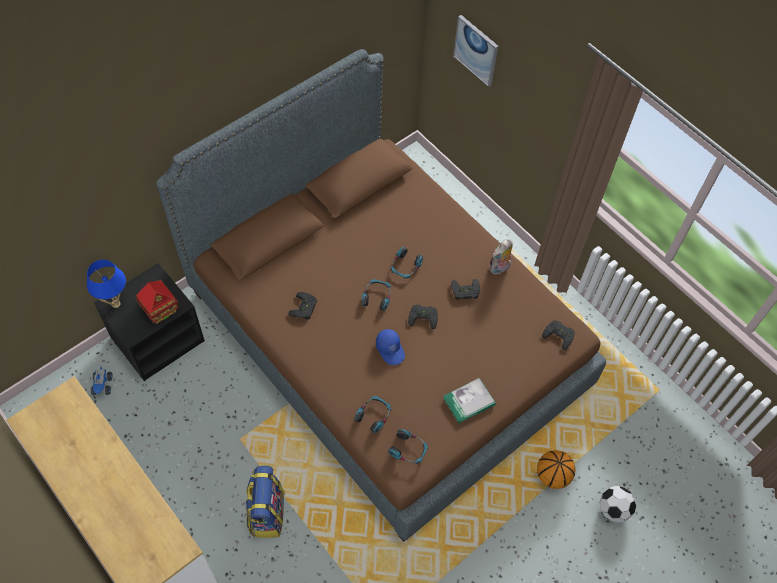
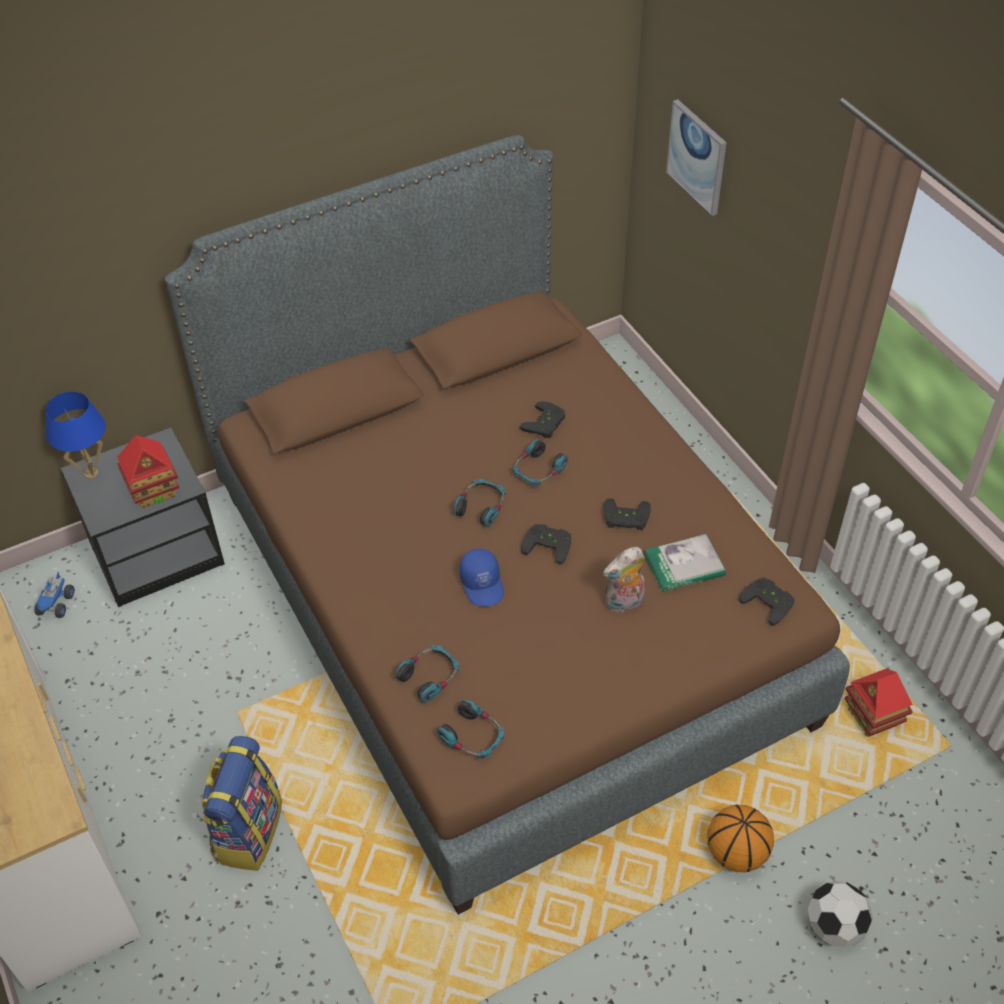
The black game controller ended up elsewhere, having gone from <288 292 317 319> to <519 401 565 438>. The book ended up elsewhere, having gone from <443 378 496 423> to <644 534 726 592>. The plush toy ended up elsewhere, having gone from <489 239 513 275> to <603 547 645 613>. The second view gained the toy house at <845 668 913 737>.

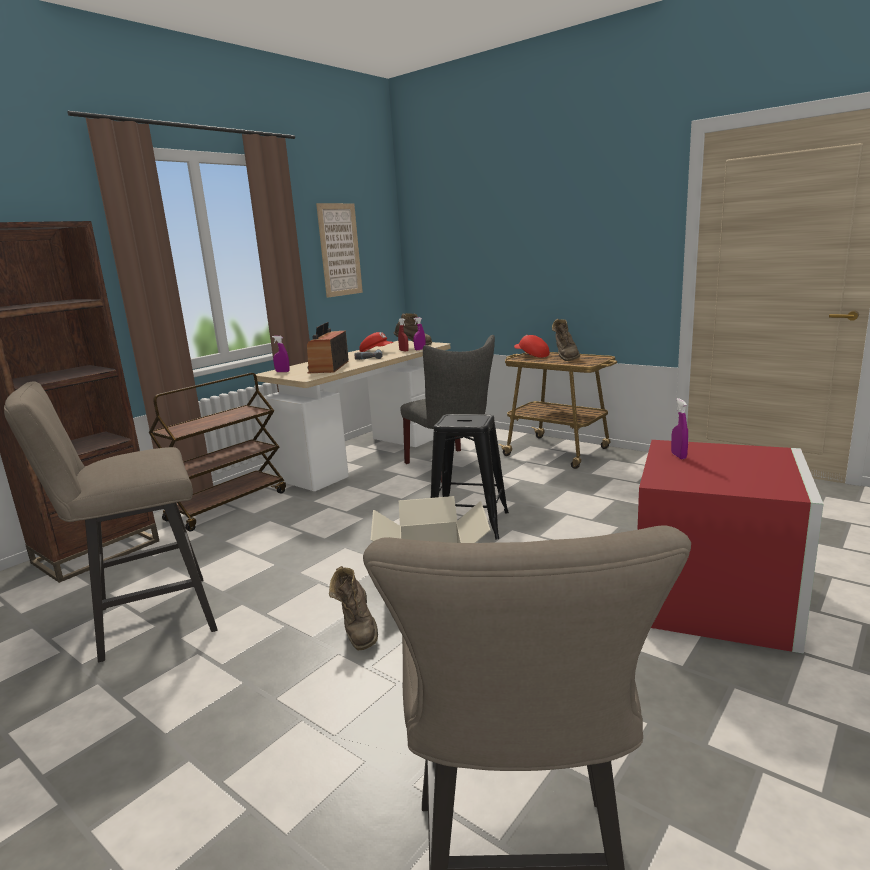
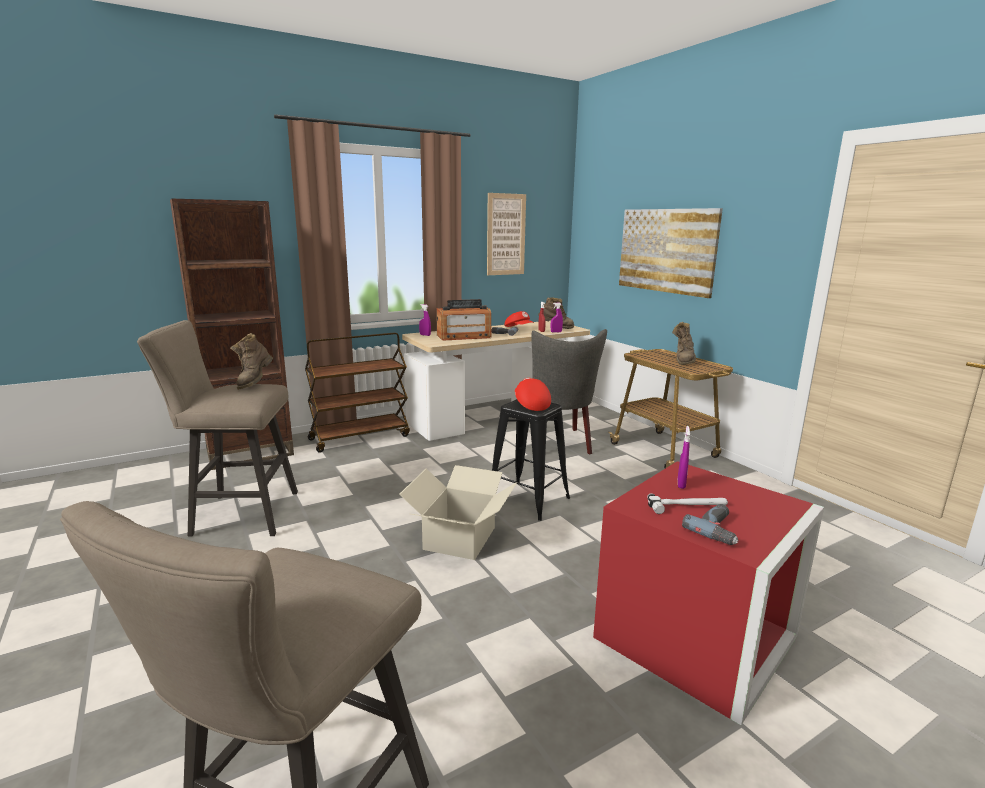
The radio at <307 322 349 373> ended up facing another way, 135 degrees counterclockwise from before. The brown boot ended up elsewhere, having gone from <329 566 378 651> to <230 333 273 390>. The red cap ended up elsewhere, having gone from <514 335 549 358> to <515 378 551 411>. The second view gained the picture at <619 208 723 298>. The second view gained the hammer at <647 493 728 514>. The second view gained the power drill at <682 504 739 545>.

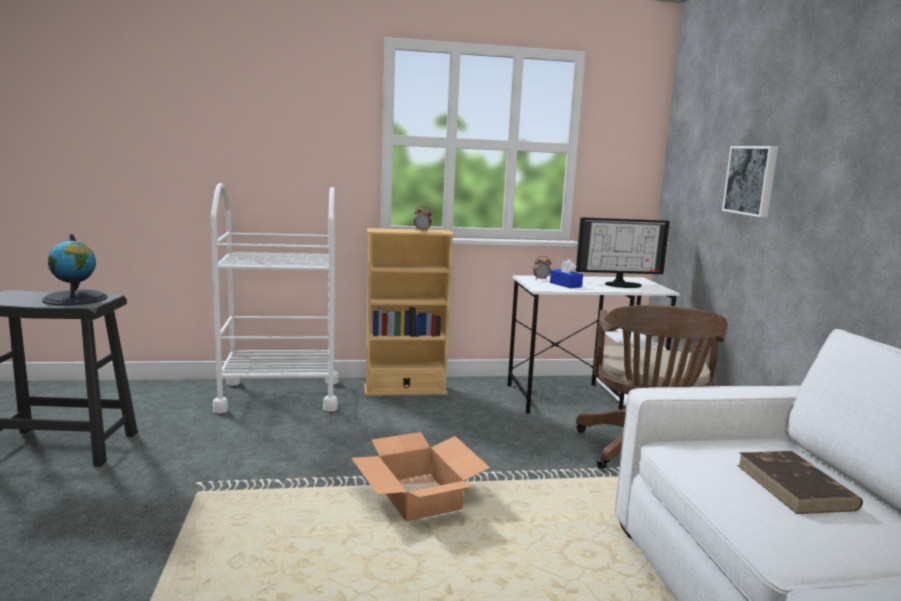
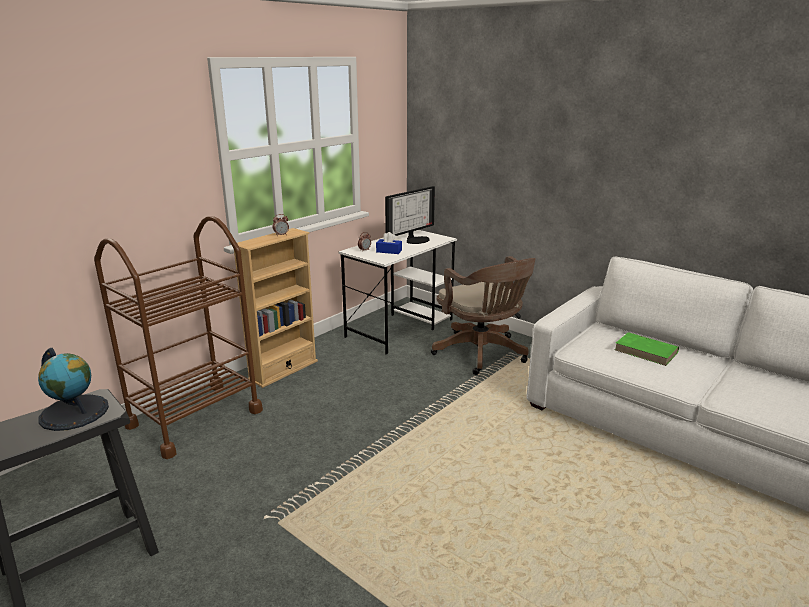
What was the white cart at <211 183 339 413> turned into the brown cart at <94 216 263 459>. The second view lost the cardboard box at <352 432 490 522>. The second view lost the picture at <722 146 778 217>. What was the brown book at <737 451 863 514> turned into the green book at <615 332 679 366>.

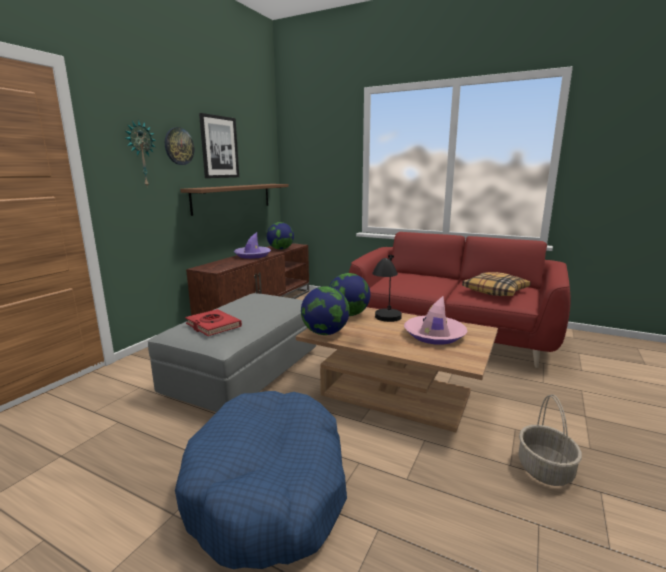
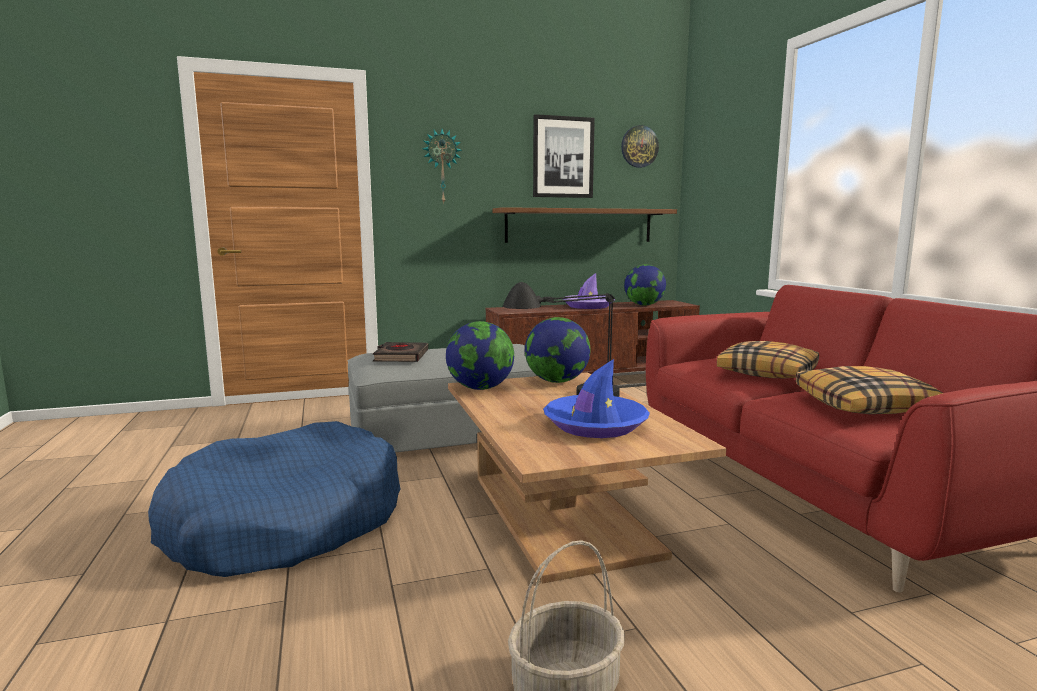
The wall clock ended up elsewhere, having gone from <165 127 194 165> to <621 125 659 168>. What was the red book at <185 309 242 336> turned into the black book at <373 342 428 362>. What was the pink hat at <404 296 468 345> turned into the blue hat at <543 359 650 438>. The second view gained the pillow at <717 341 819 378>.

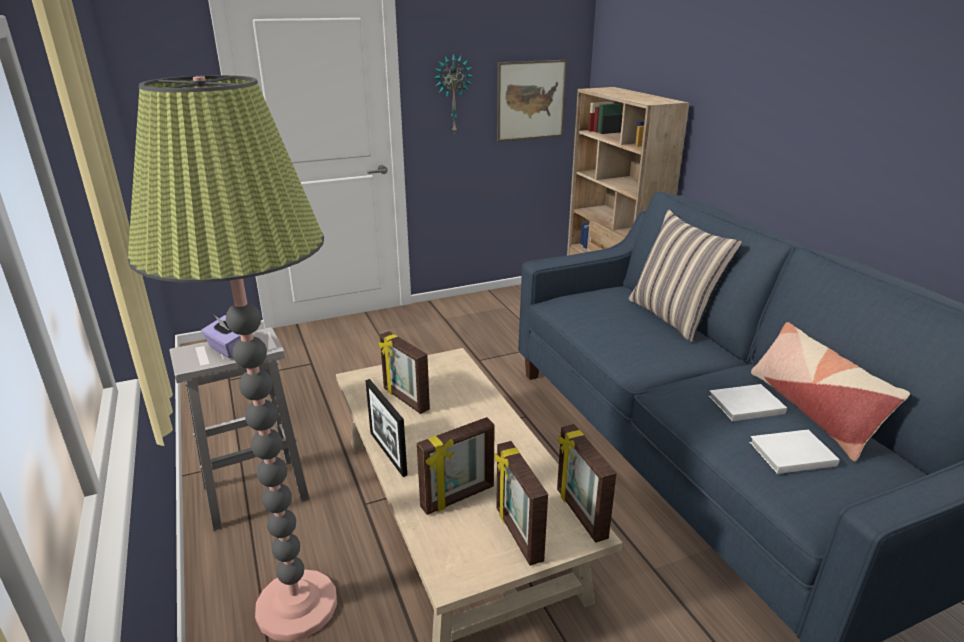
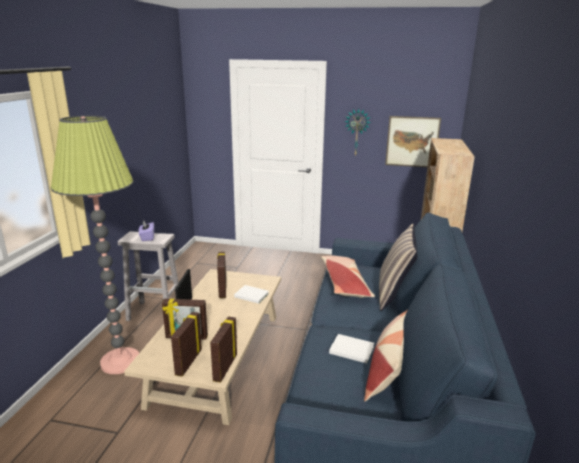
The white book ended up elsewhere, having gone from <749 430 840 474> to <234 285 269 304>. The second view gained the pillow at <321 256 375 298>.

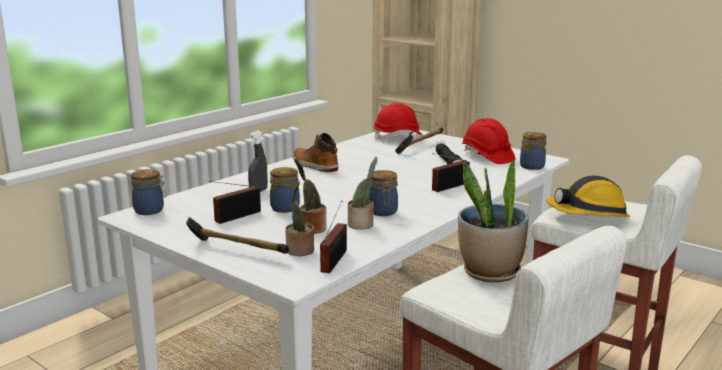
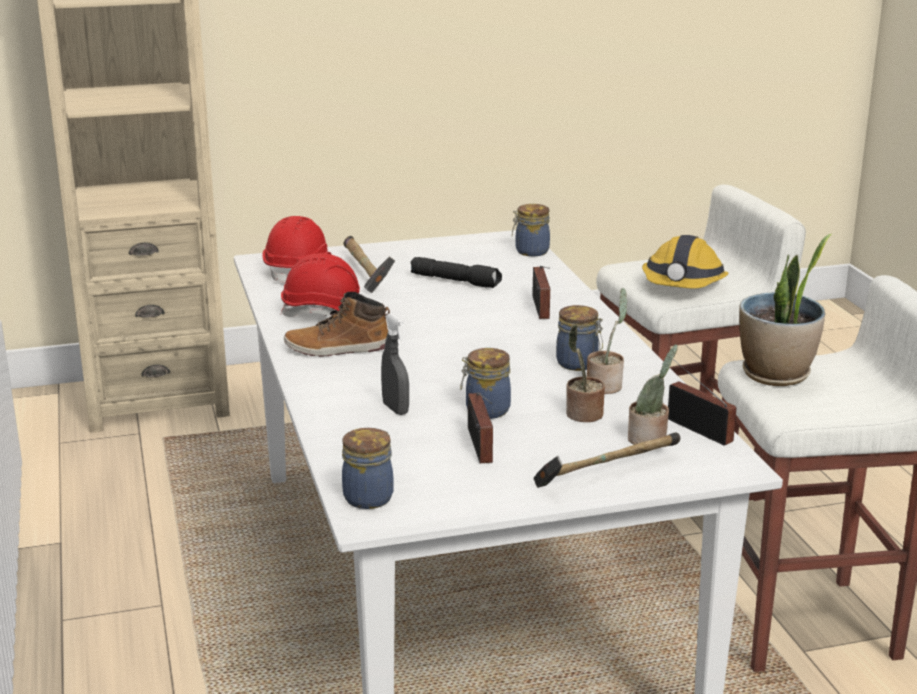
The red hard hat ended up elsewhere, having gone from <462 118 515 164> to <281 253 360 317>.

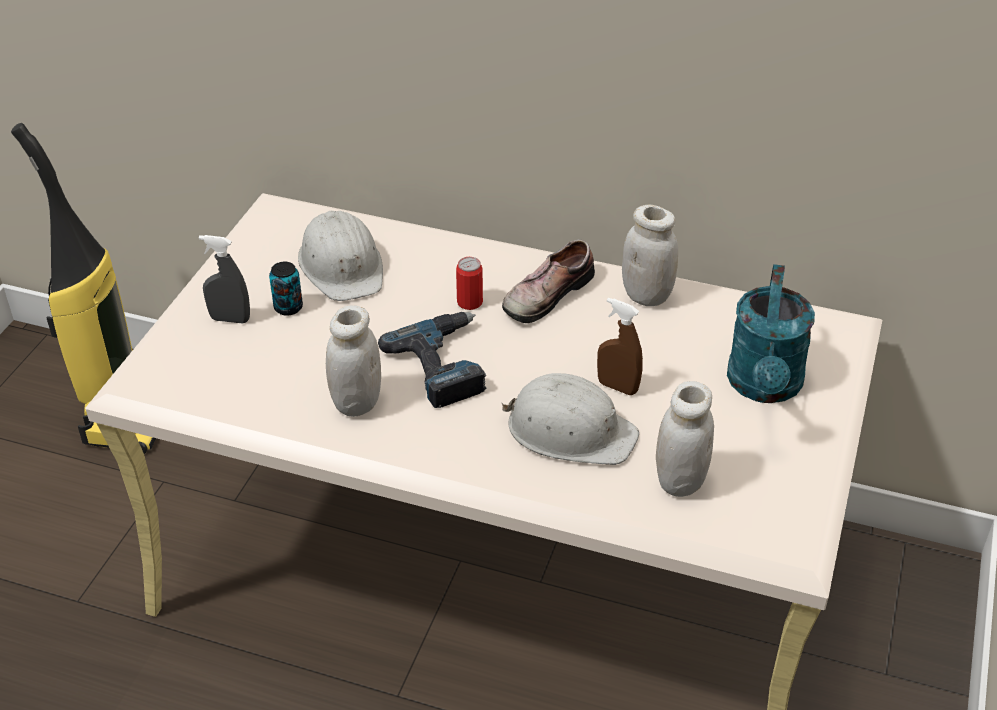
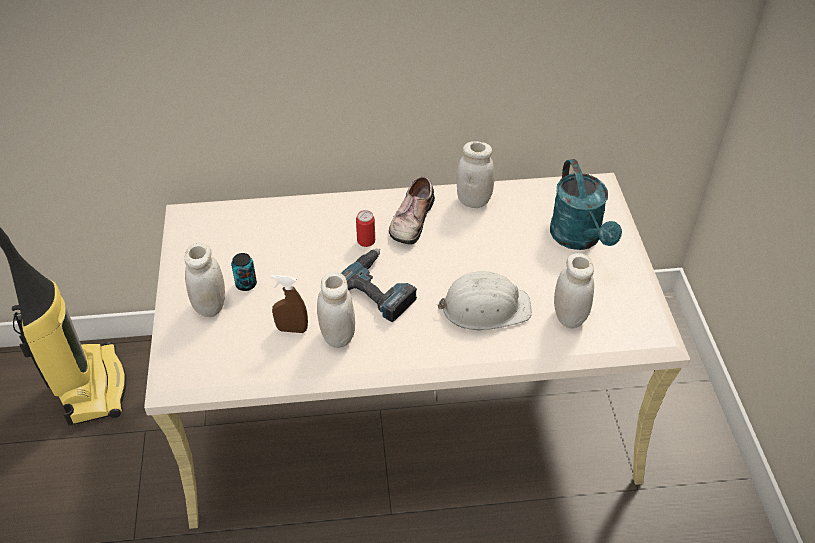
Where the grey spray bottle stood at <199 235 250 324>, the white jar came to stand at <184 243 225 317>. The second view lost the white hard hat at <298 211 383 301>. The brown spray bottle ended up elsewhere, having gone from <597 298 643 395> to <271 275 308 333>.

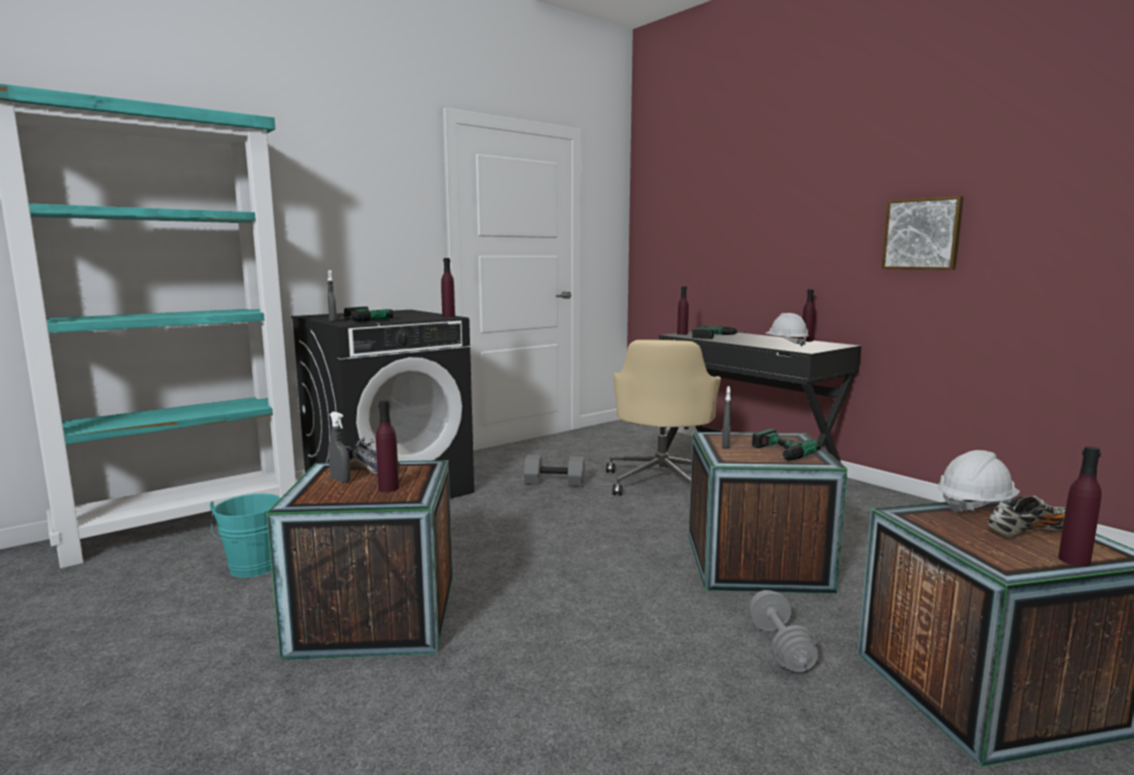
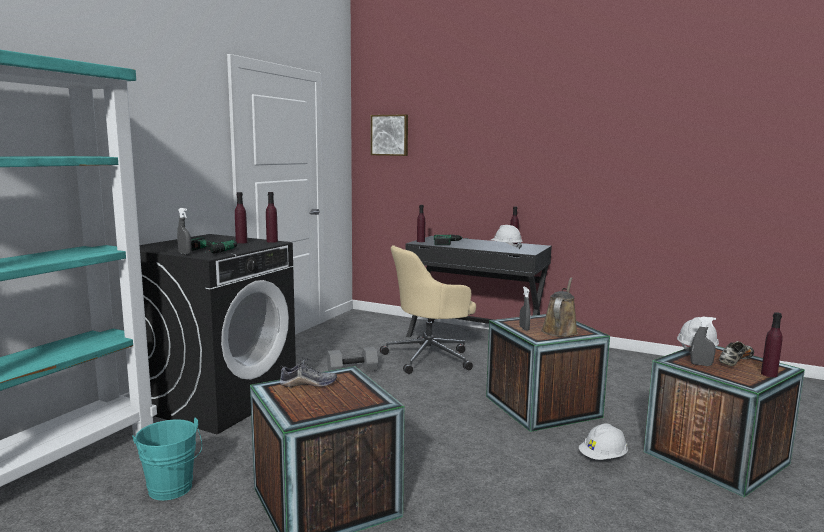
The grey spray bottle ended up elsewhere, having gone from <329 412 350 483> to <690 317 716 366>. The purple bottle ended up elsewhere, having gone from <376 401 399 492> to <235 192 247 244>. The beige office chair at <606 340 721 496> ended up facing another way, 75 degrees clockwise from before. Where the grey dumbbell stood at <749 590 818 672>, the white hard hat came to stand at <579 423 628 460>. Where the power drill stood at <752 429 821 461>, the brown watering can came to stand at <541 277 578 337>. The picture ended up elsewhere, having gone from <882 196 964 270> to <371 114 408 156>.

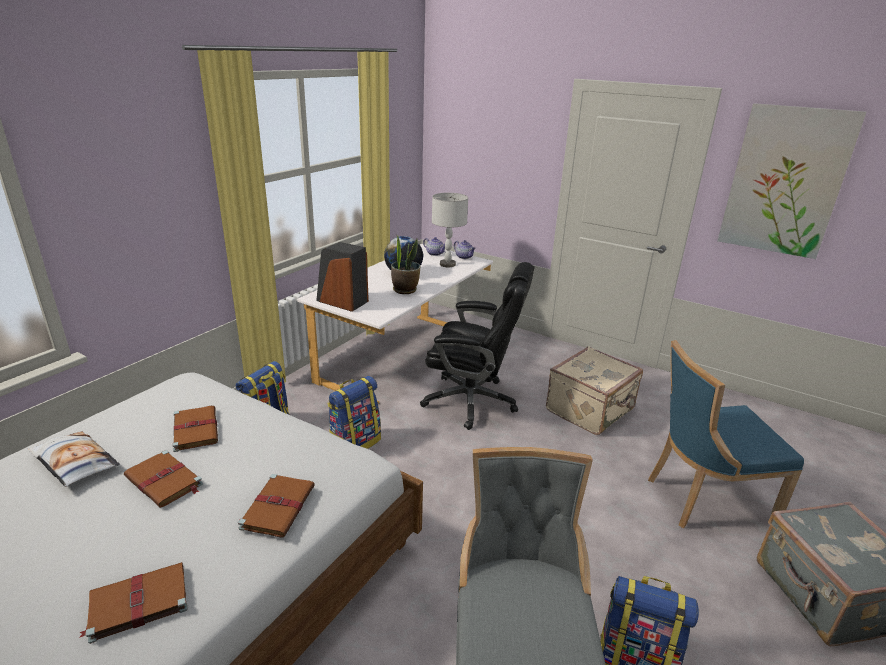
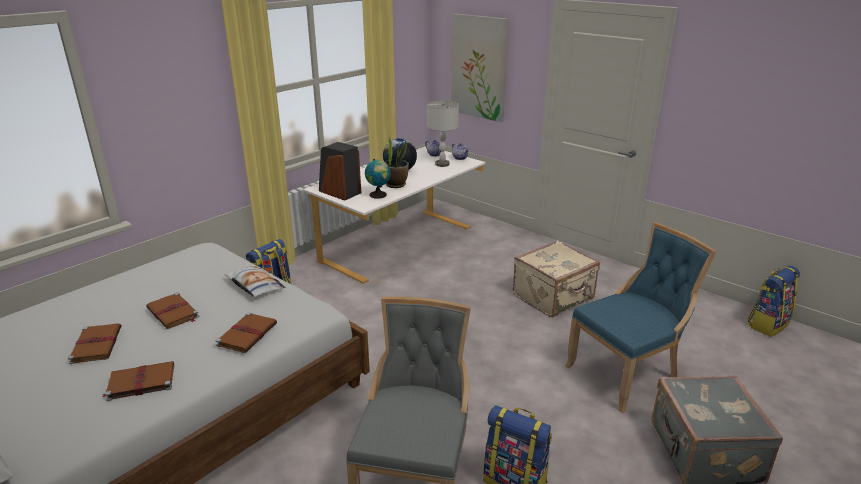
The pillow ended up elsewhere, having gone from <28 431 119 487> to <224 266 286 297>. The brown book ended up elsewhere, having gone from <172 406 218 452> to <68 323 122 364>. The backpack ended up elsewhere, having gone from <327 376 381 449> to <748 266 800 337>. The second view lost the black office chair at <420 262 535 430>. The blue chair at <648 340 804 528> ended up facing another way, 150 degrees clockwise from before. The picture ended up elsewhere, having gone from <718 103 866 259> to <451 13 509 122>. The second view gained the globe at <365 159 391 198>.

